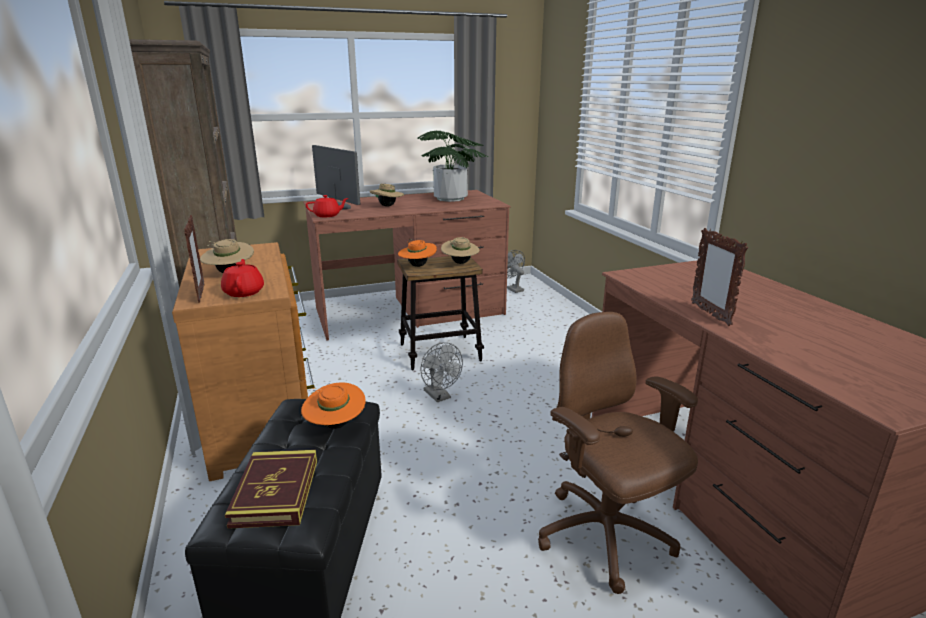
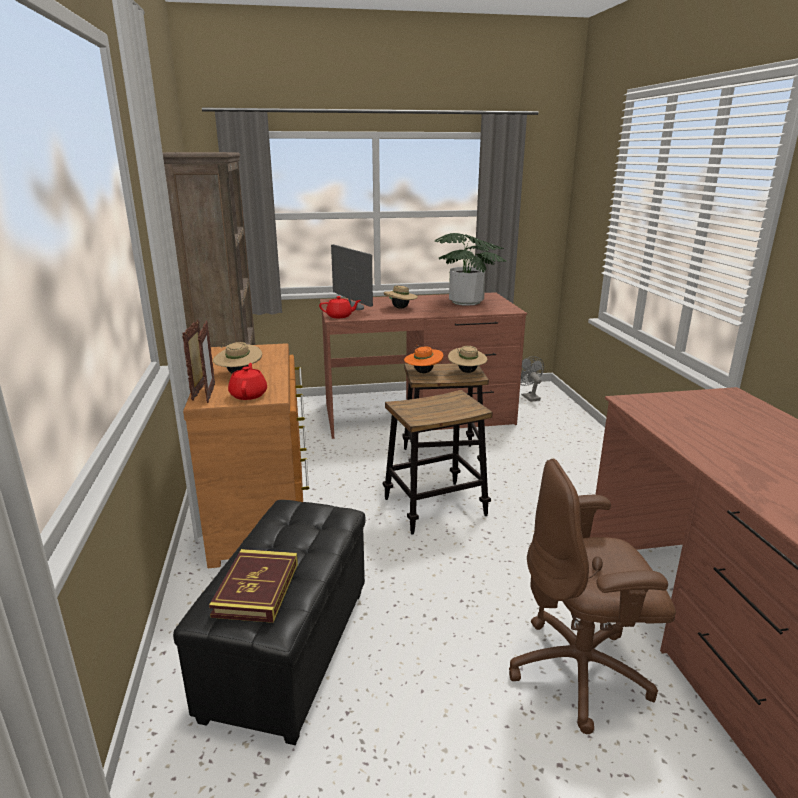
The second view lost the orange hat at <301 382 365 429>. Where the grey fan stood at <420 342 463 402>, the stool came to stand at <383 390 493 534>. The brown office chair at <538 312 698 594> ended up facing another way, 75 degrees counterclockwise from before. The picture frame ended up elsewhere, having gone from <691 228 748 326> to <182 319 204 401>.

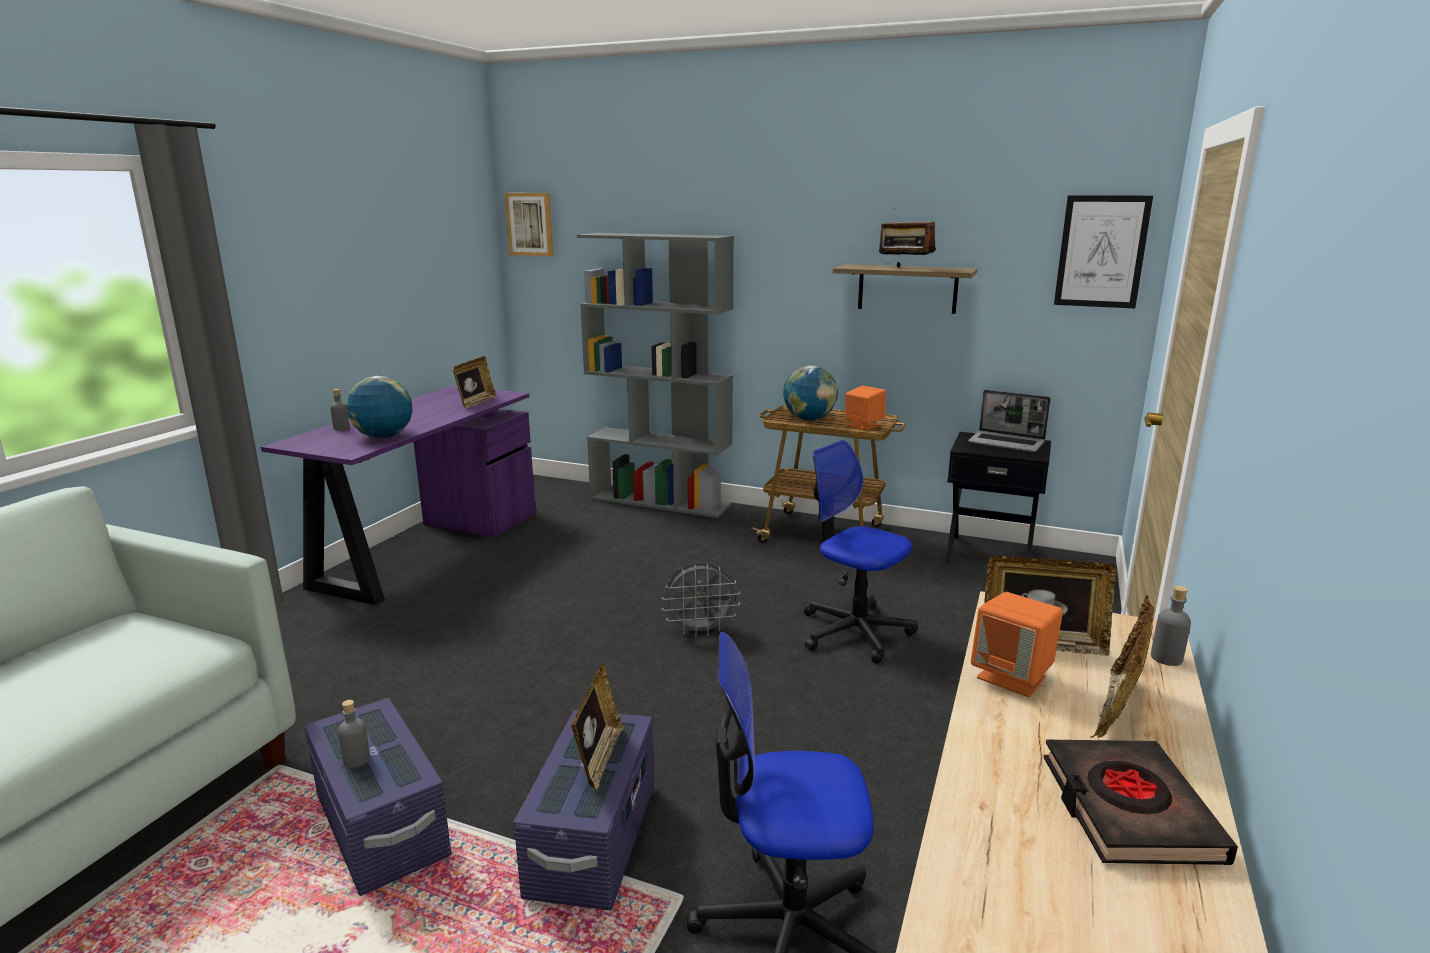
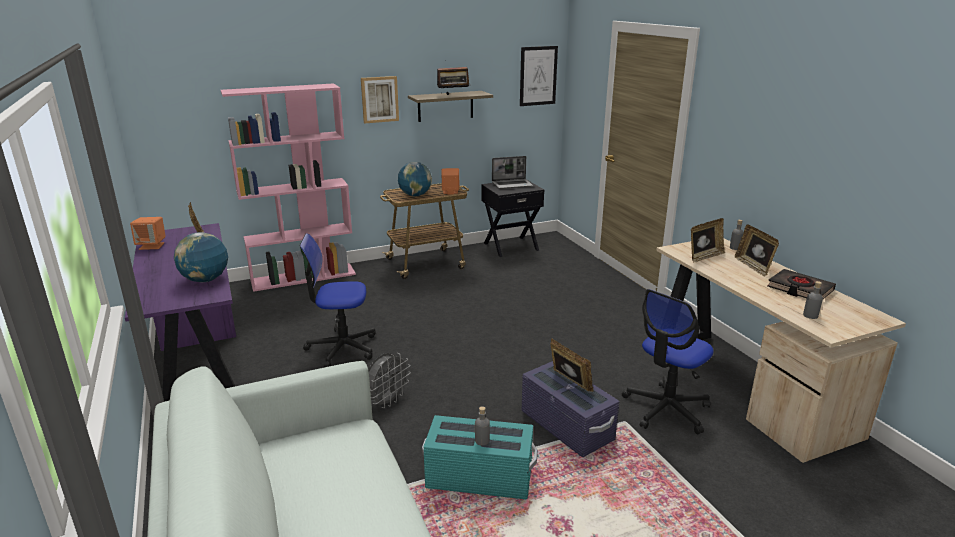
What was the purple storage box at <305 698 451 896> turned into the turquoise storage box at <422 415 538 499>. The grey bottle ended up elsewhere, having gone from <330 389 349 430> to <803 281 823 319>. The picture ended up elsewhere, having gone from <505 193 553 256> to <361 76 399 123>. What was the grey bookcase at <577 233 734 518> turned into the pink bookcase at <221 83 356 292>. The grey fan ended up elsewhere, having gone from <662 562 740 637> to <368 353 411 408>. The office chair ended up elsewhere, having gone from <804 440 918 663> to <300 234 375 367>. The orange speaker ended up elsewhere, having gone from <971 592 1063 697> to <130 217 166 250>.

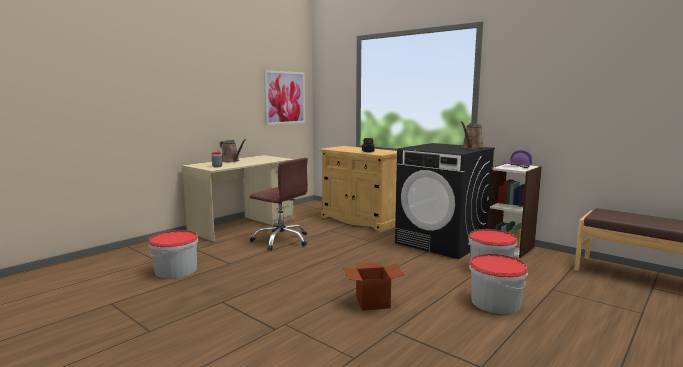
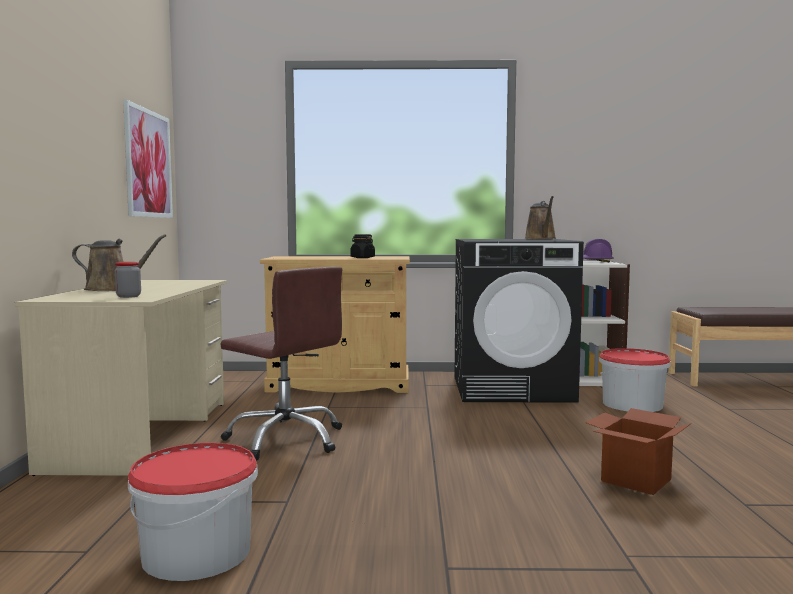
The brown office chair at <250 158 308 251> ended up facing another way, 45 degrees clockwise from before. The second view lost the bucket at <469 254 528 314>.

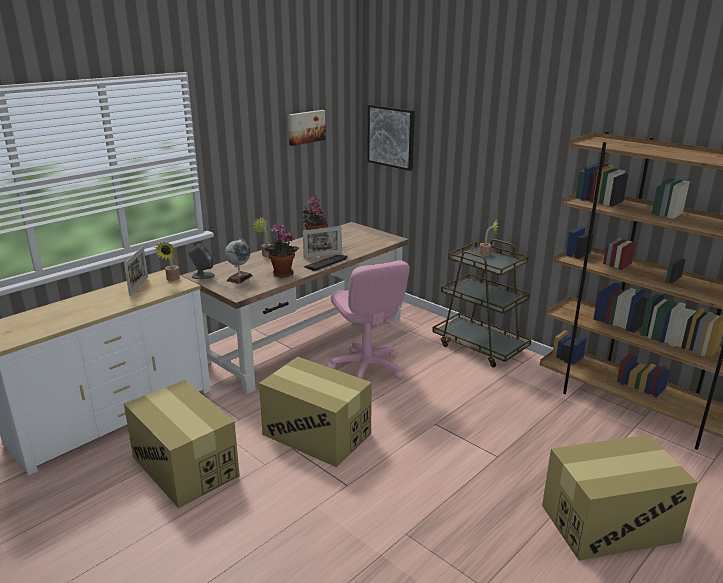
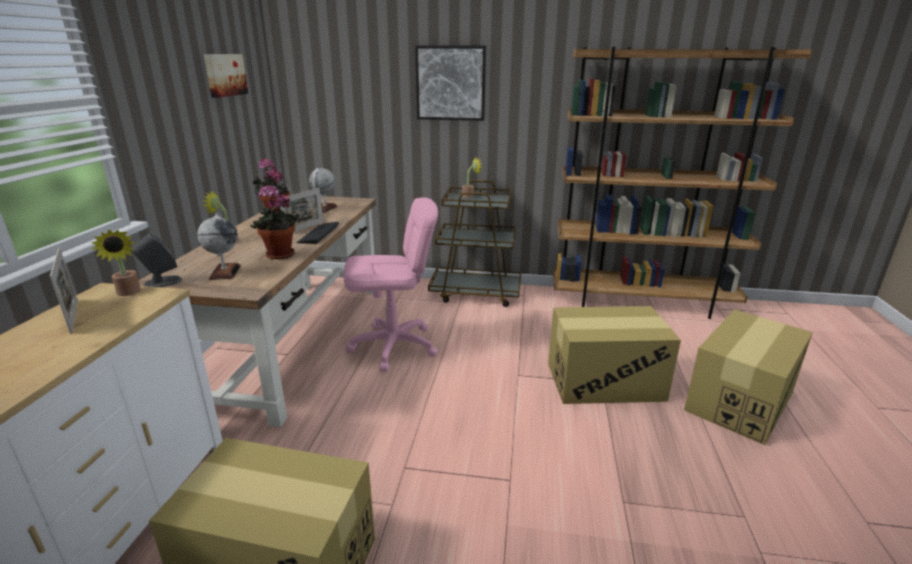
The cardboard box ended up elsewhere, having gone from <259 357 372 467> to <548 306 681 404>. The pink office chair at <327 260 410 380> ended up facing another way, 45 degrees counterclockwise from before. The picture ended up elsewhere, having gone from <367 104 415 171> to <415 45 486 121>. The second view gained the globe at <309 168 338 213>.

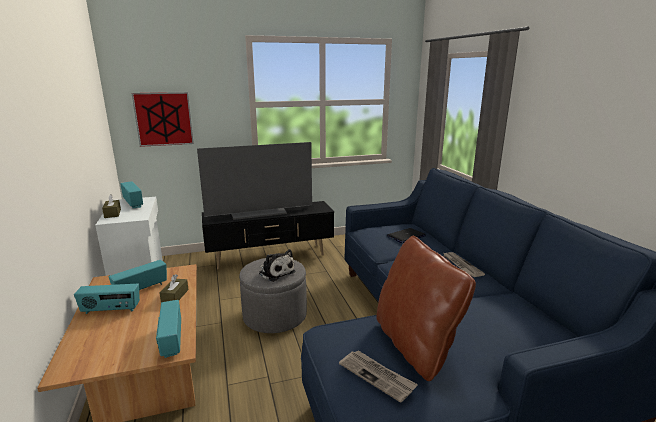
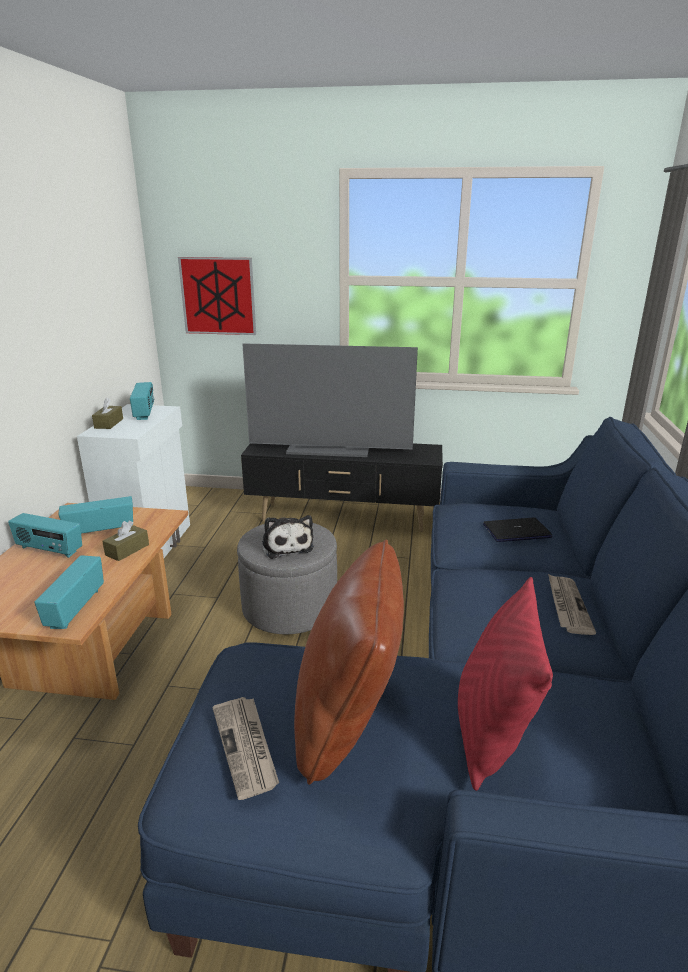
The second view gained the red pillow at <458 577 553 791>.

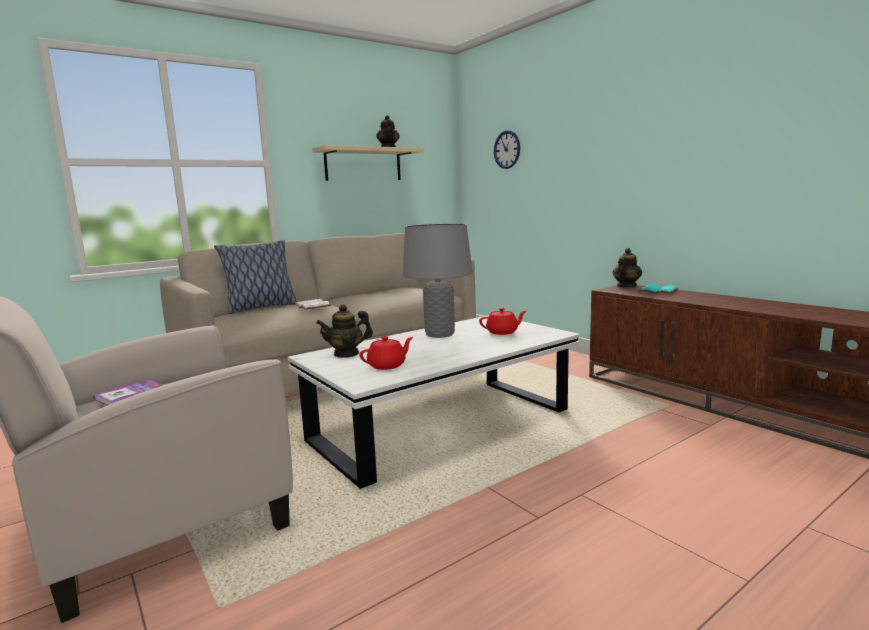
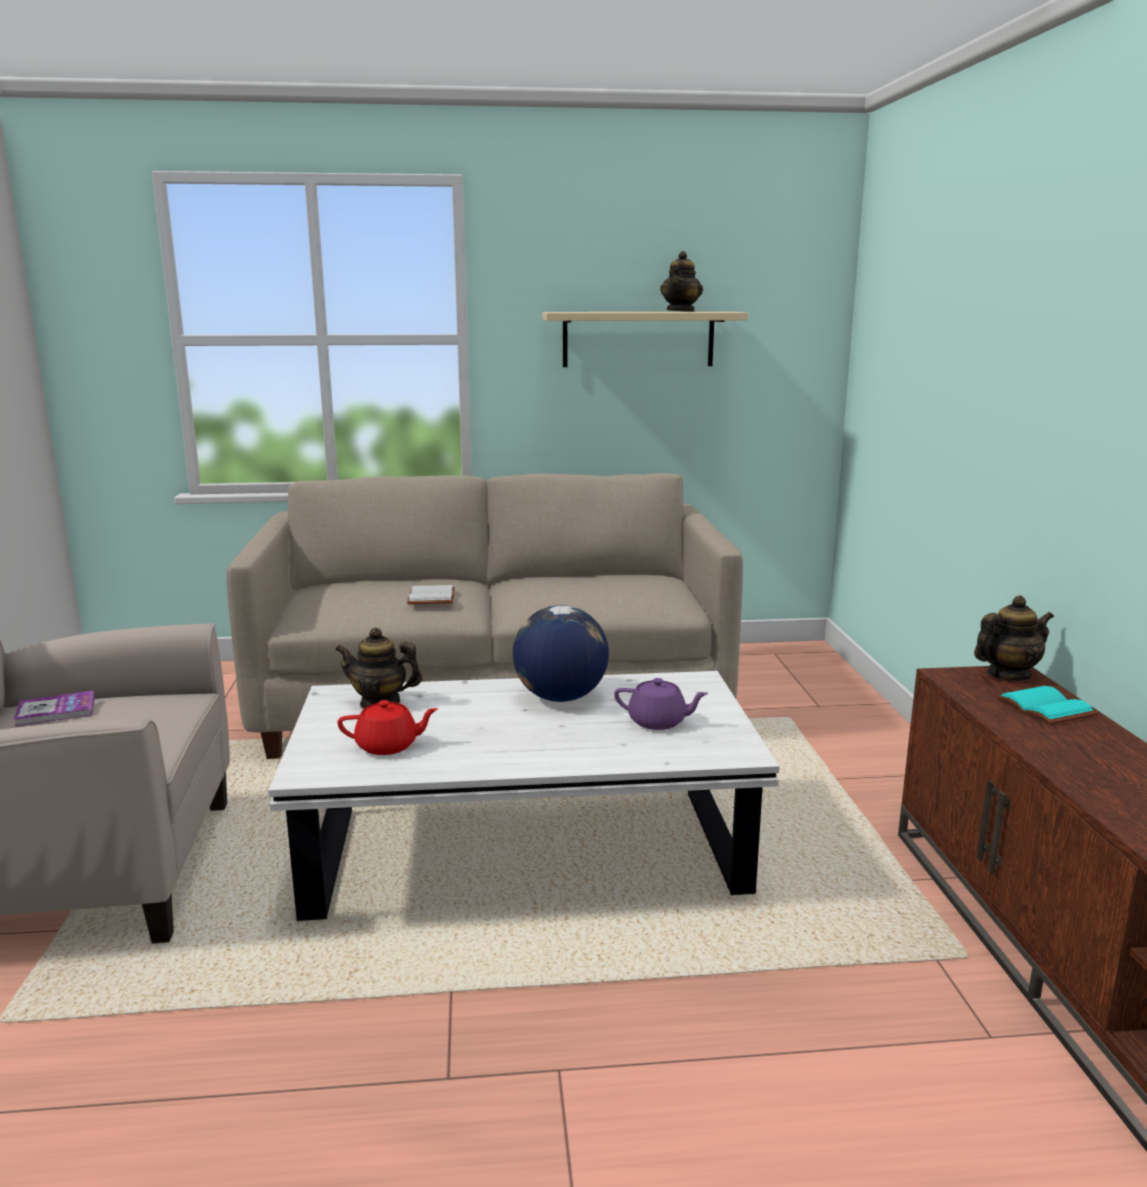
The second view lost the pillow at <214 239 297 314>. Where the grey table lamp stood at <403 224 473 338>, the globe came to stand at <513 605 609 702>. What was the red teapot at <479 308 526 335> turned into the purple teapot at <614 678 709 730>. The second view lost the wall clock at <494 131 520 169>.

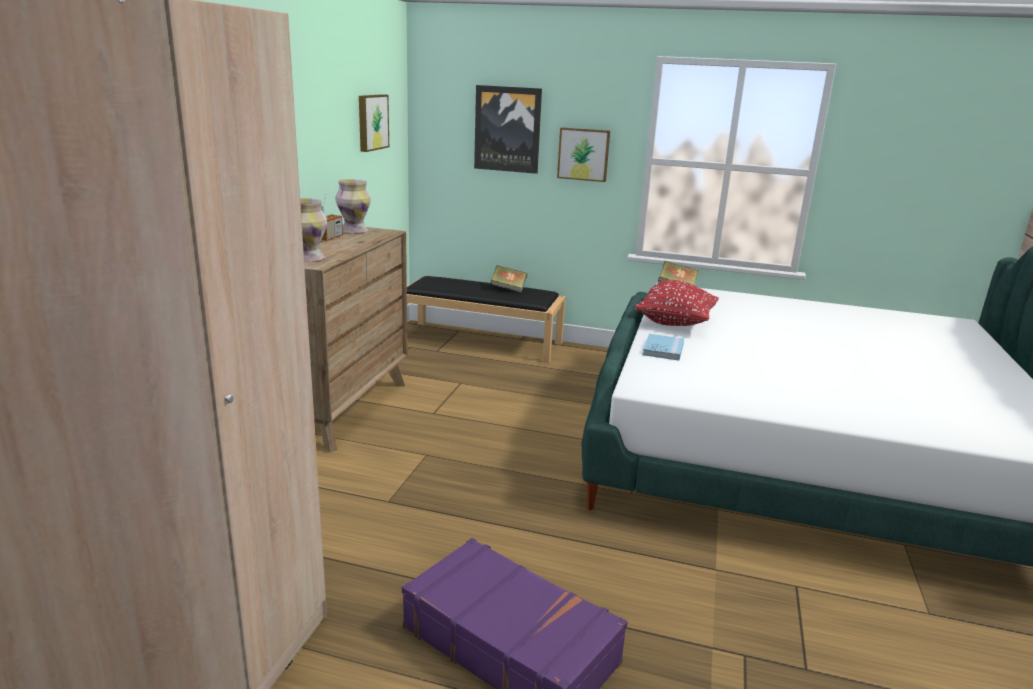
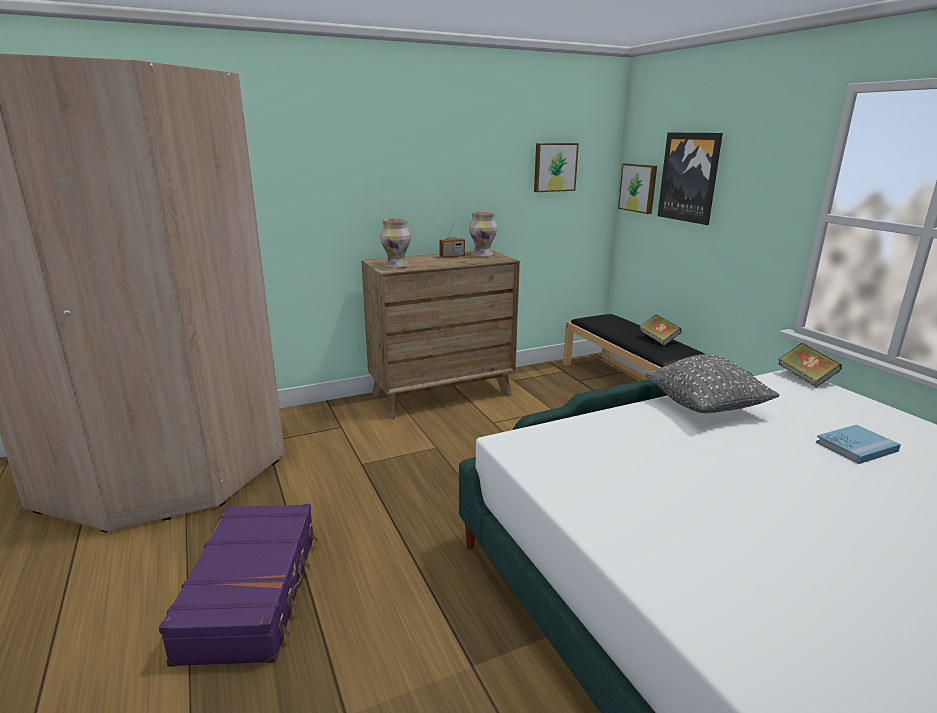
The picture ended up elsewhere, having gone from <557 127 610 182> to <618 163 657 214>. What was the red pillow at <634 280 719 326> turned into the grey pillow at <645 354 779 413>. The blue book ended up elsewhere, having gone from <642 334 684 360> to <816 425 901 464>.

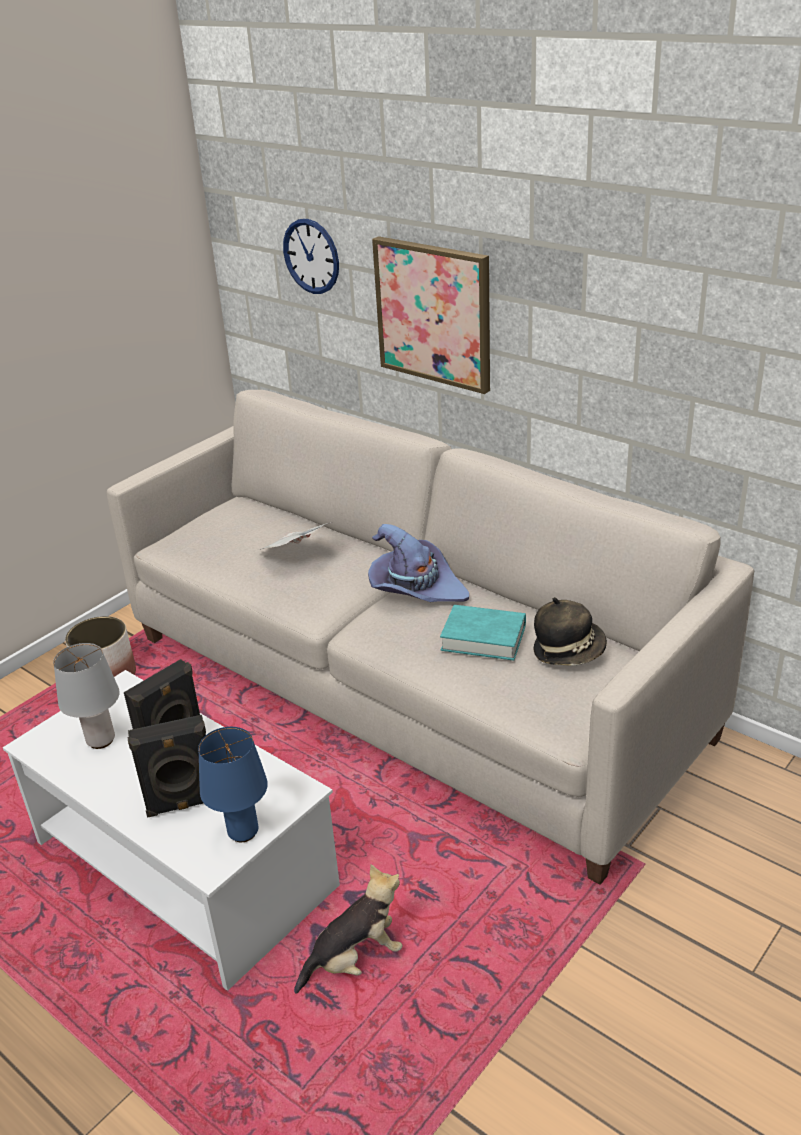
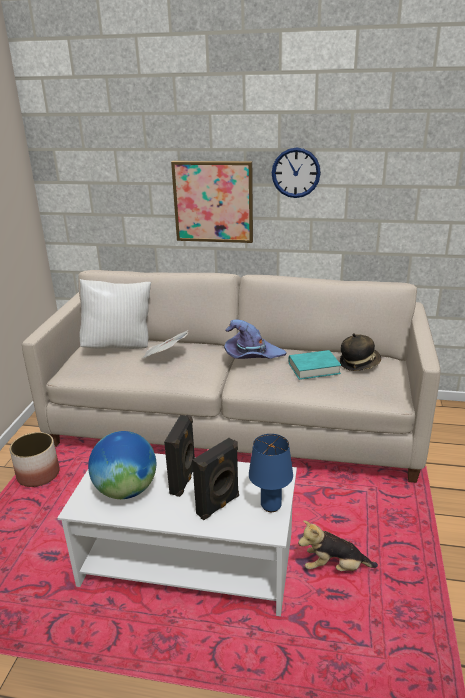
Where the grey table lamp stood at <53 643 120 749>, the globe came to stand at <88 431 156 499>. The wall clock ended up elsewhere, having gone from <283 219 339 294> to <272 148 321 198>. The plush toy at <294 864 402 994> ended up facing another way, 120 degrees counterclockwise from before. The second view gained the white pillow at <79 279 151 349>.

